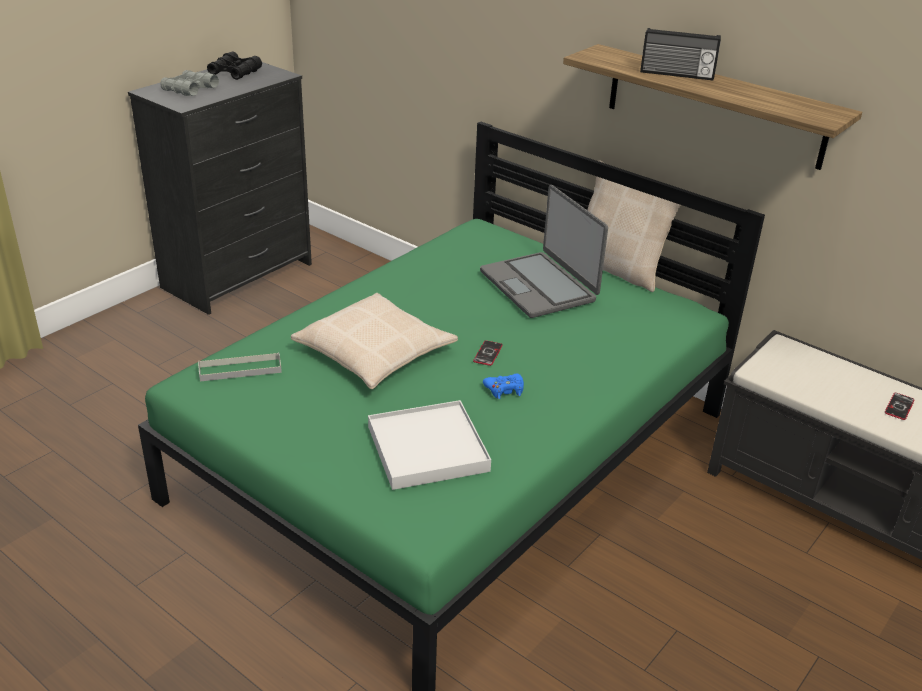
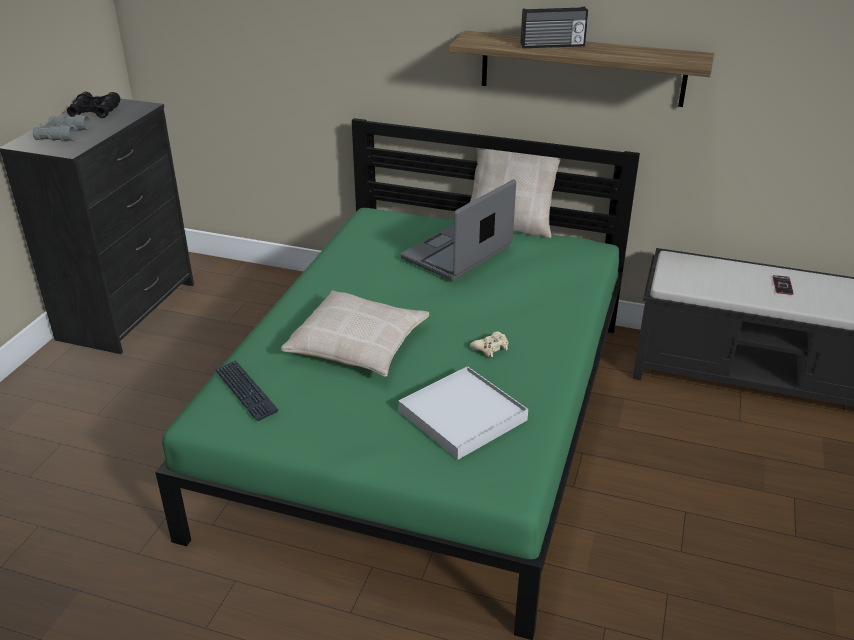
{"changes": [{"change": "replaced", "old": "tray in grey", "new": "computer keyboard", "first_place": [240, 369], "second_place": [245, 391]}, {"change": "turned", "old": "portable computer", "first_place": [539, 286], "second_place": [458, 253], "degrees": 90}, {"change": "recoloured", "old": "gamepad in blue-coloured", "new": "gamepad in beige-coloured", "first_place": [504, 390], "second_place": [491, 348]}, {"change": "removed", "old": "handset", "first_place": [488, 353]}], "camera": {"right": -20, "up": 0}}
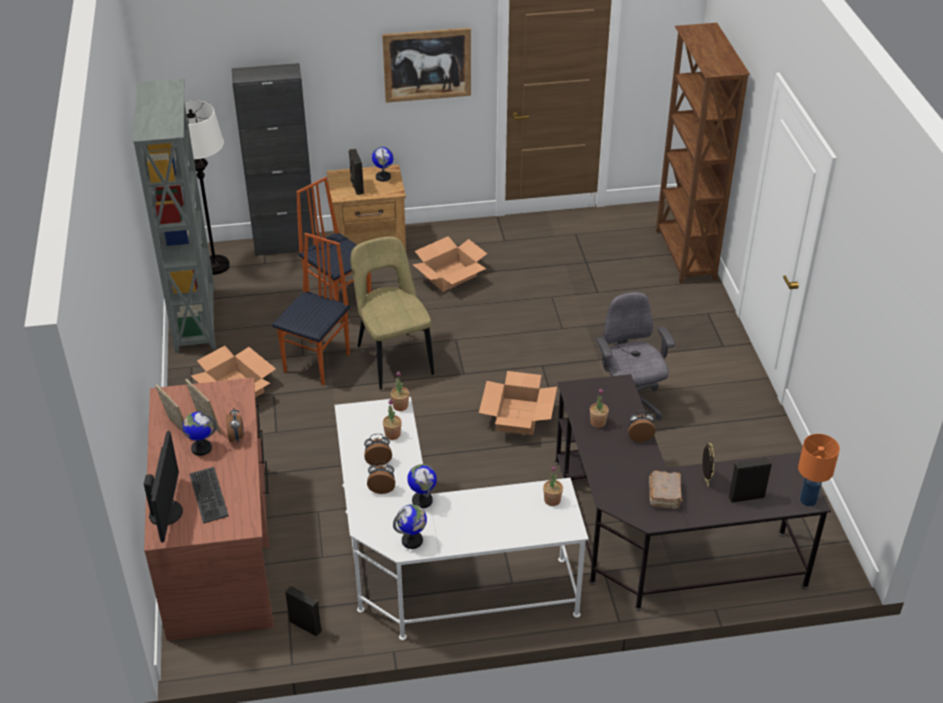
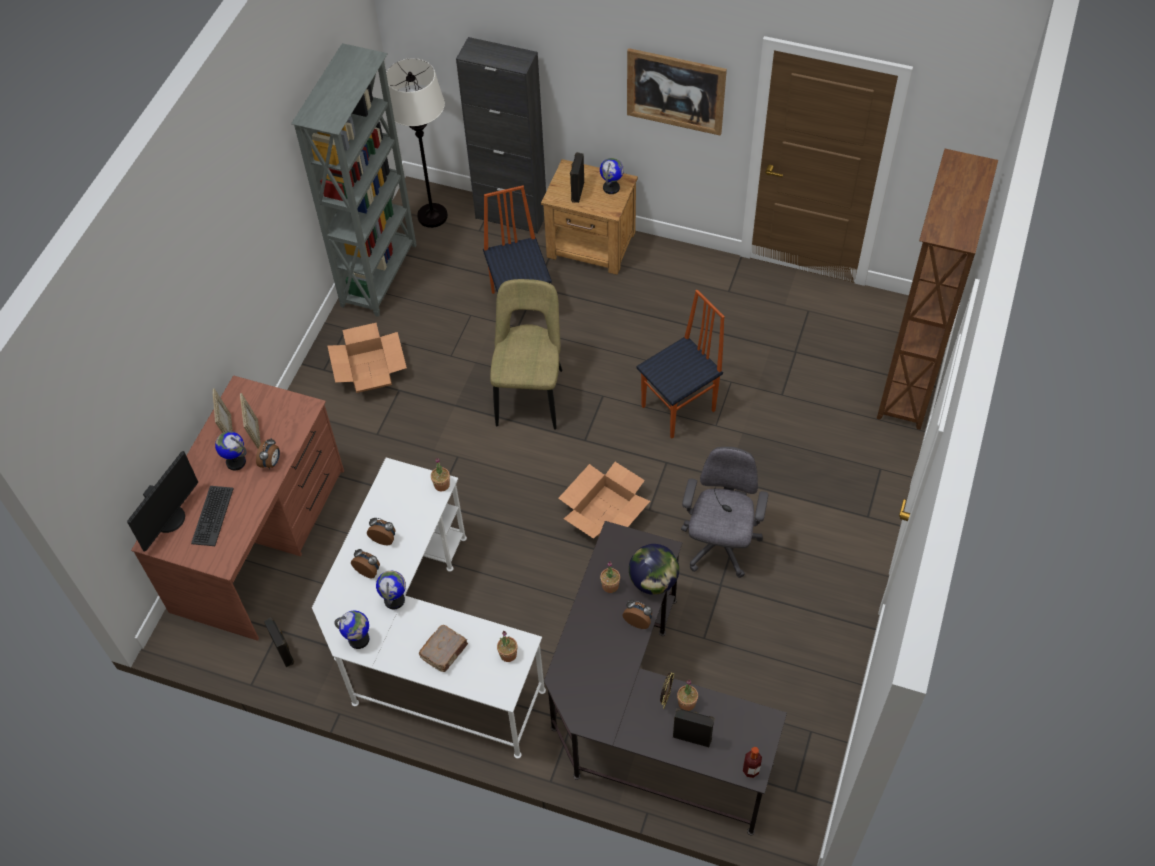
{"changes": [{"change": "moved", "old": "book in brown", "first_place": [665, 494], "second_place": [444, 651]}, {"change": "added", "new": "desk globe", "second_place": [653, 581]}, {"change": "moved", "old": "upright chair", "first_place": [318, 363], "second_place": [679, 409]}, {"change": "moved", "old": "plant in a pot", "first_place": [392, 434], "second_place": [686, 703]}, {"change": "replaced", "old": "table lamp in orange-coloured", "new": "beverage bottle", "first_place": [808, 499], "second_place": [750, 770]}, {"change": "removed", "old": "packing box", "first_place": [450, 276]}], "camera": {"right": 30, "up": 15}}
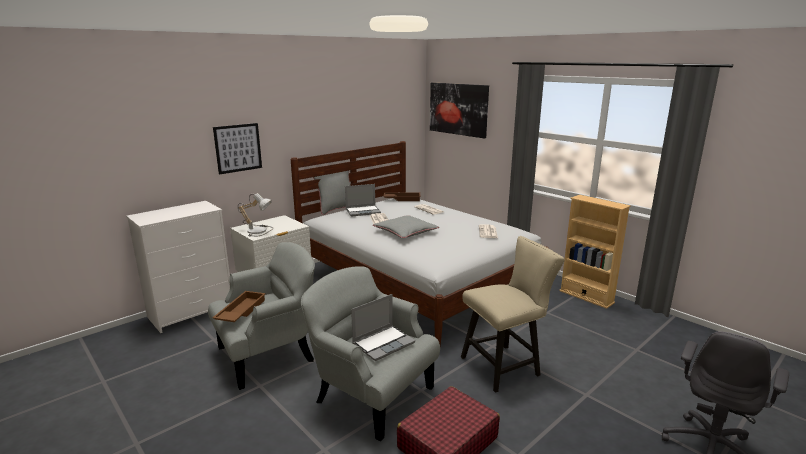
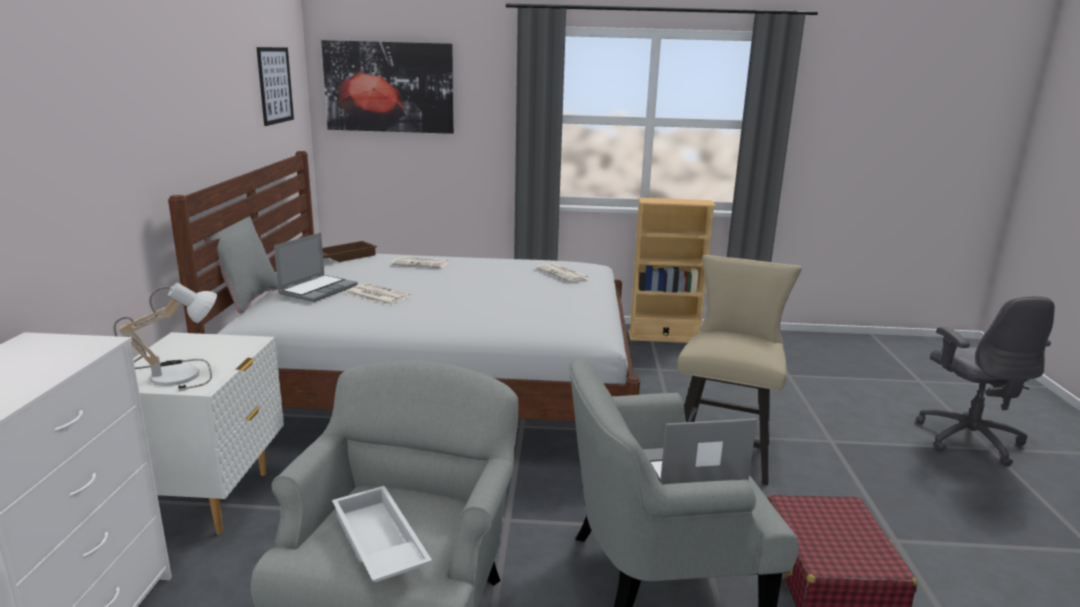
{"changes": [{"change": "moved", "old": "picture", "first_place": [238, 148], "second_place": [275, 85]}, {"change": "recoloured", "old": "tray in brown", "new": "tray in whitish", "first_place": [240, 311], "second_place": [377, 544]}, {"change": "turned", "old": "portable computer", "first_place": [383, 343], "second_place": [691, 471], "degrees": -105}, {"change": "removed", "old": "pillow in grey", "first_place": [405, 231]}], "camera": {"right": -45, "up": 0}}
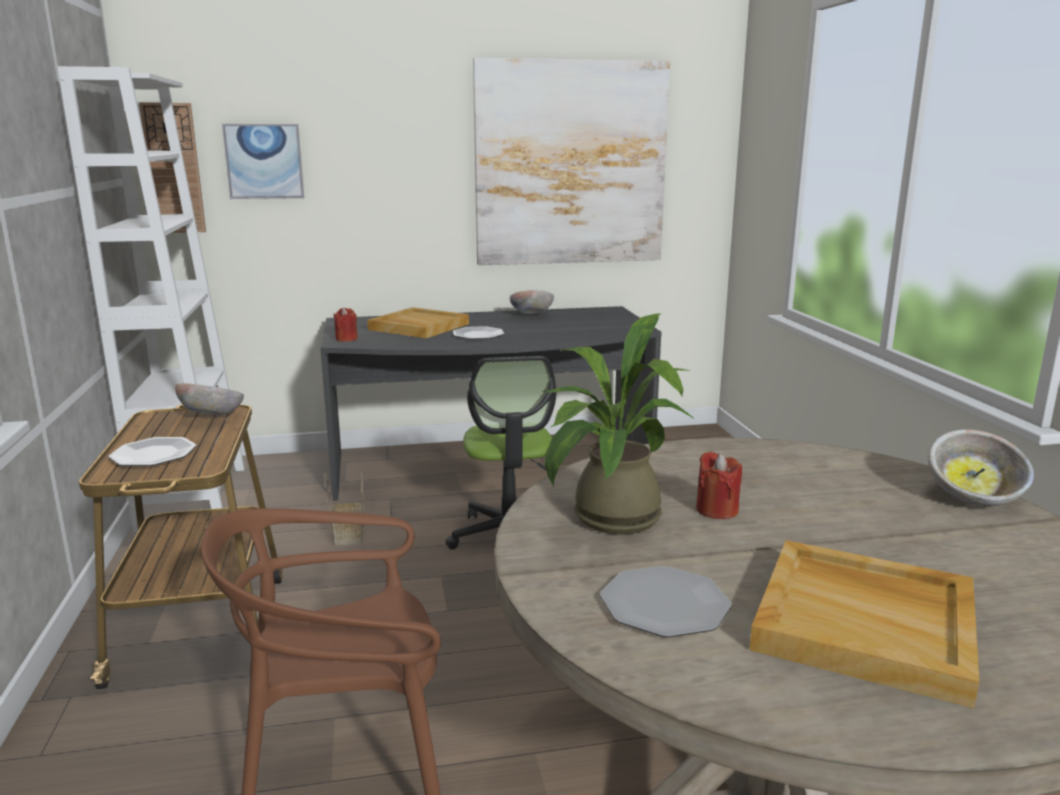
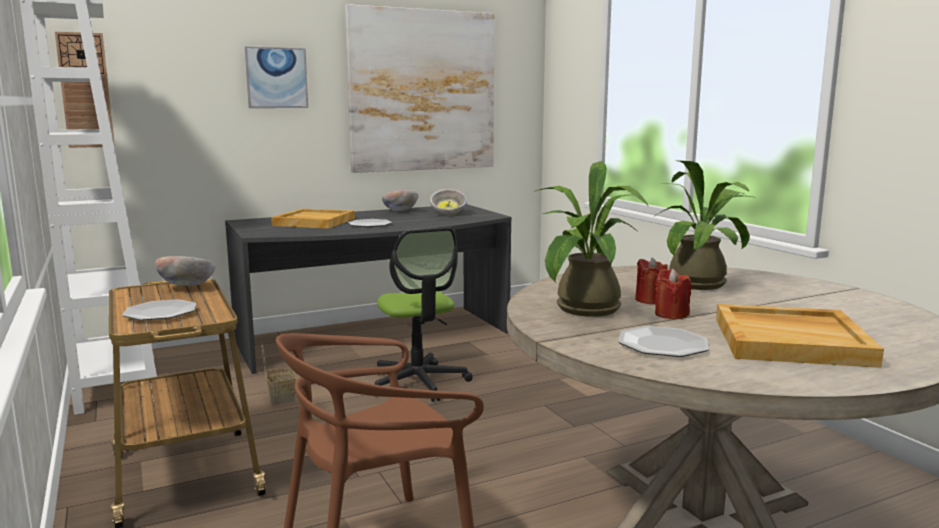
{"changes": [{"change": "moved", "old": "picture", "first_place": [264, 161], "second_place": [276, 78]}, {"change": "moved", "old": "serving bowl", "first_place": [974, 498], "second_place": [448, 214]}, {"change": "added", "new": "plant in a pot", "second_place": [703, 283]}, {"change": "moved", "old": "wax candle in reddish", "first_place": [346, 339], "second_place": [671, 314]}], "camera": {"right": -15, "up": -5}}
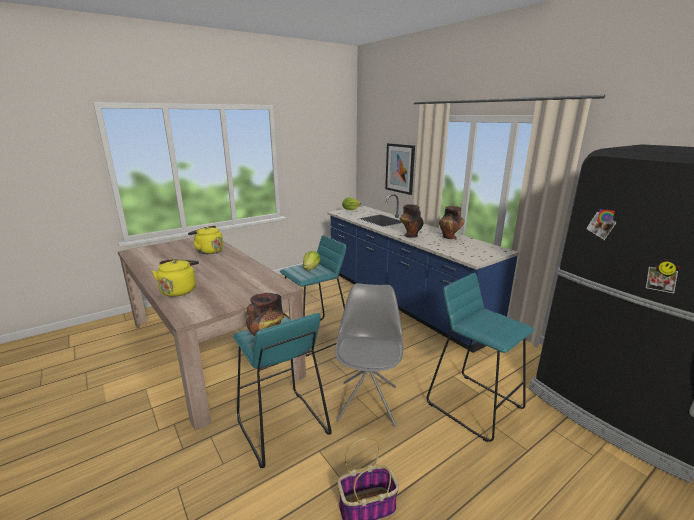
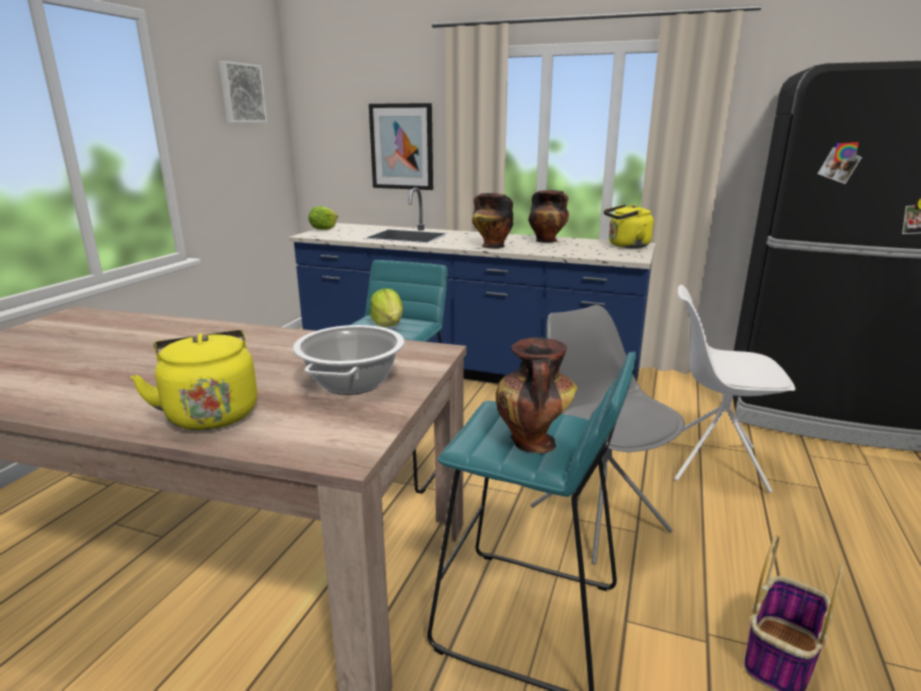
{"changes": [{"change": "added", "new": "picture", "second_place": [241, 93]}, {"change": "added", "new": "stockpot", "second_place": [352, 382]}, {"change": "moved", "old": "tea kettle in yellowish", "first_place": [208, 251], "second_place": [626, 246]}, {"change": "replaced", "old": "sitting stool in blue-green", "new": "upright chair in whitish", "first_place": [474, 405], "second_place": [712, 463]}], "camera": {"right": -35, "up": 0}}
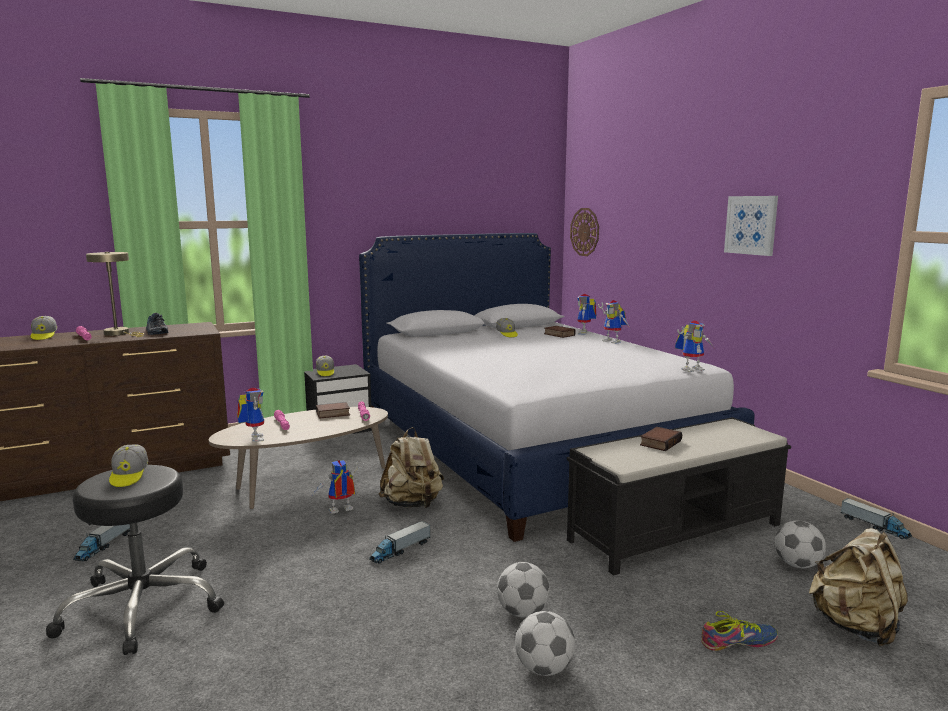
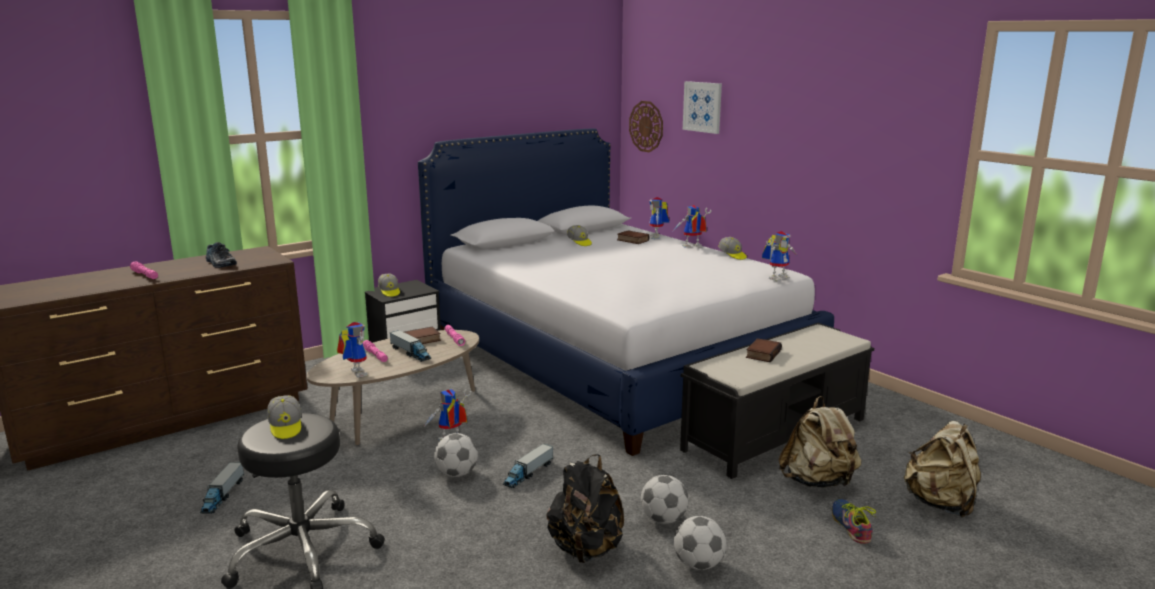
{"changes": [{"change": "moved", "old": "model truck", "first_place": [874, 526], "second_place": [410, 353]}, {"change": "moved", "old": "football ball", "first_place": [797, 565], "second_place": [457, 474]}, {"change": "added", "new": "rucksack in blackish", "second_place": [586, 549]}, {"change": "turned", "old": "robot figure", "first_place": [614, 341], "second_place": [691, 247], "degrees": 120}, {"change": "moved", "old": "picture", "first_place": [751, 225], "second_place": [702, 107]}, {"change": "moved", "old": "cap", "first_place": [44, 336], "second_place": [732, 255]}, {"change": "moved", "old": "rucksack in beige-coloured", "first_place": [412, 504], "second_place": [818, 482]}, {"change": "turned", "old": "item of footwear", "first_place": [738, 642], "second_place": [850, 525], "degrees": -75}, {"change": "removed", "old": "table lamp in beige-coloured", "first_place": [120, 333]}], "camera": {"right": -10, "up": 5}}
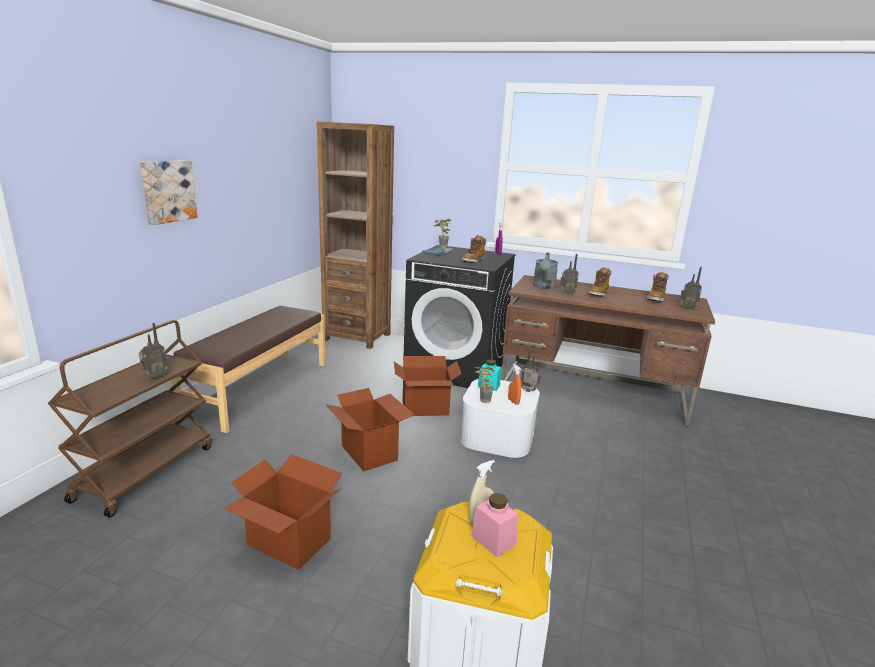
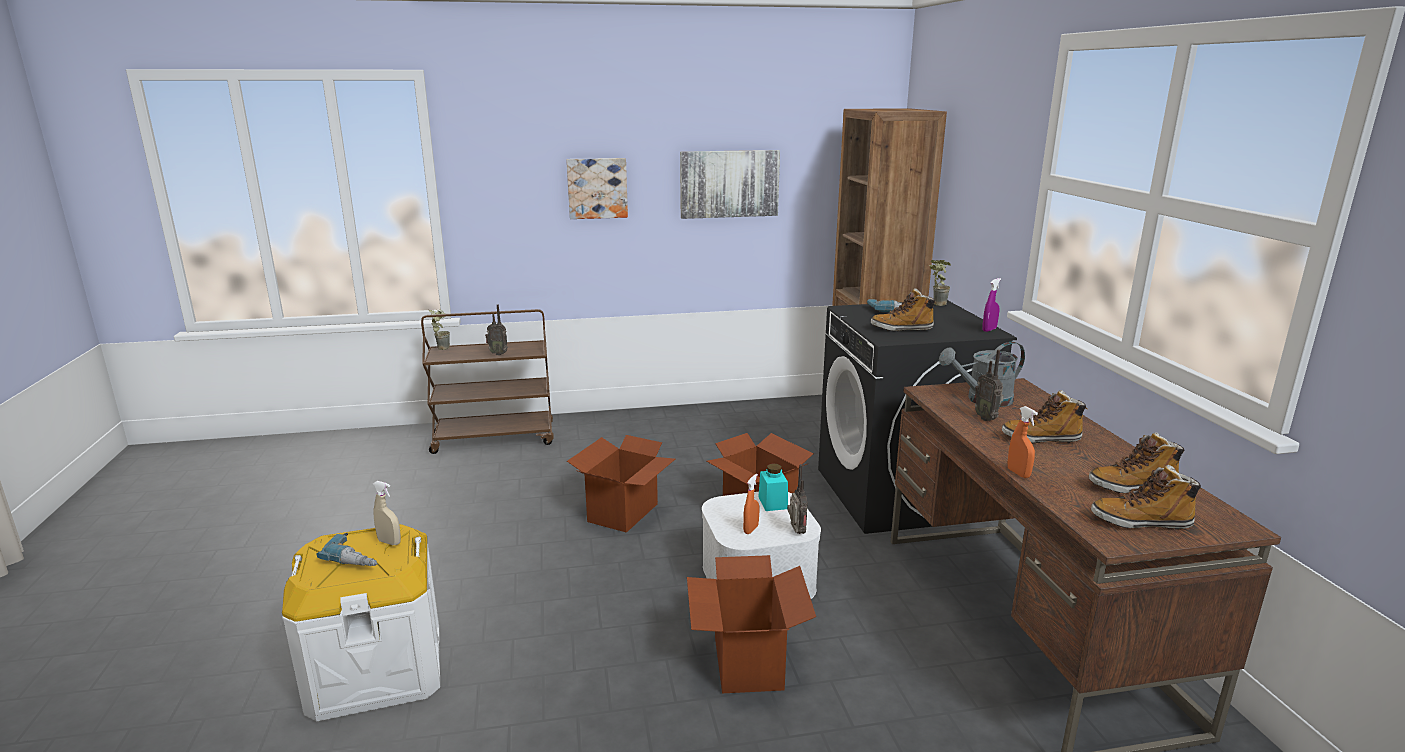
{"changes": [{"change": "replaced", "old": "jar in pink-coloured", "new": "electric drill", "first_place": [494, 540], "second_place": [357, 557]}, {"change": "moved", "old": "plant in a pot", "first_place": [482, 401], "second_place": [442, 347]}, {"change": "added", "new": "picture", "second_place": [729, 183]}, {"change": "moved", "old": "packing box", "first_place": [288, 542], "second_place": [746, 663]}, {"change": "added", "new": "hand sprayer in orange-coloured", "second_place": [1018, 473]}, {"change": "replaced", "old": "radio receiver", "new": "boot", "first_place": [687, 308], "second_place": [1141, 522]}, {"change": "removed", "old": "bench in brown", "first_place": [258, 389]}], "camera": {"right": 60, "up": 0}}
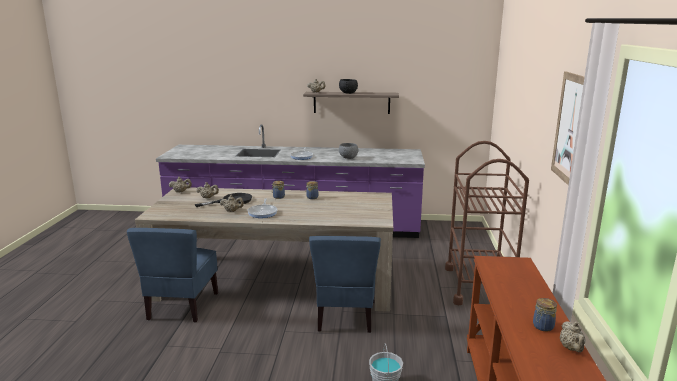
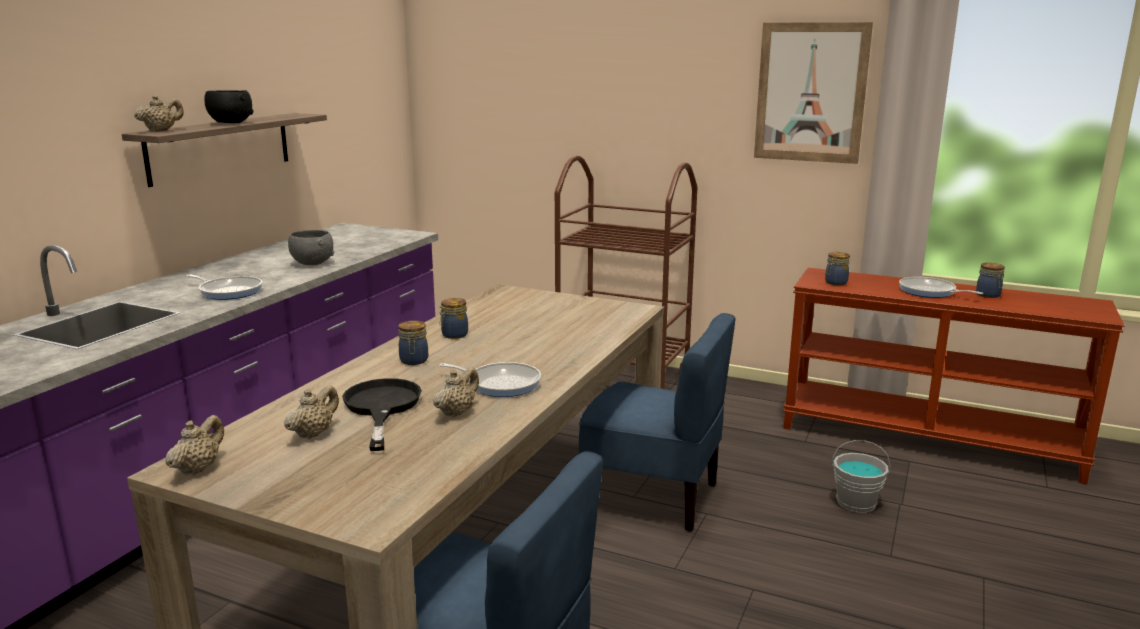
{"changes": [{"change": "added", "new": "jar", "second_place": [835, 283]}, {"change": "added", "new": "skillet", "second_place": [930, 292]}, {"change": "removed", "old": "tea pot in beige-coloured", "first_place": [571, 349]}], "camera": {"right": -70, "up": 0}}
